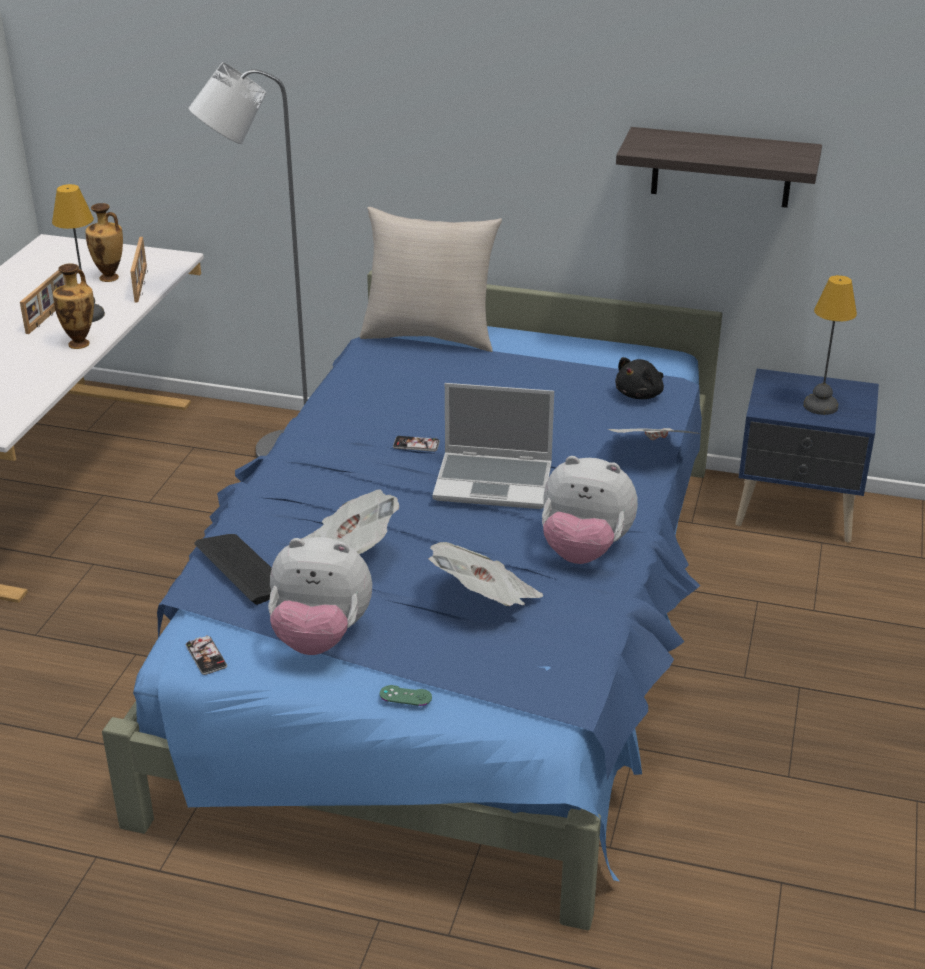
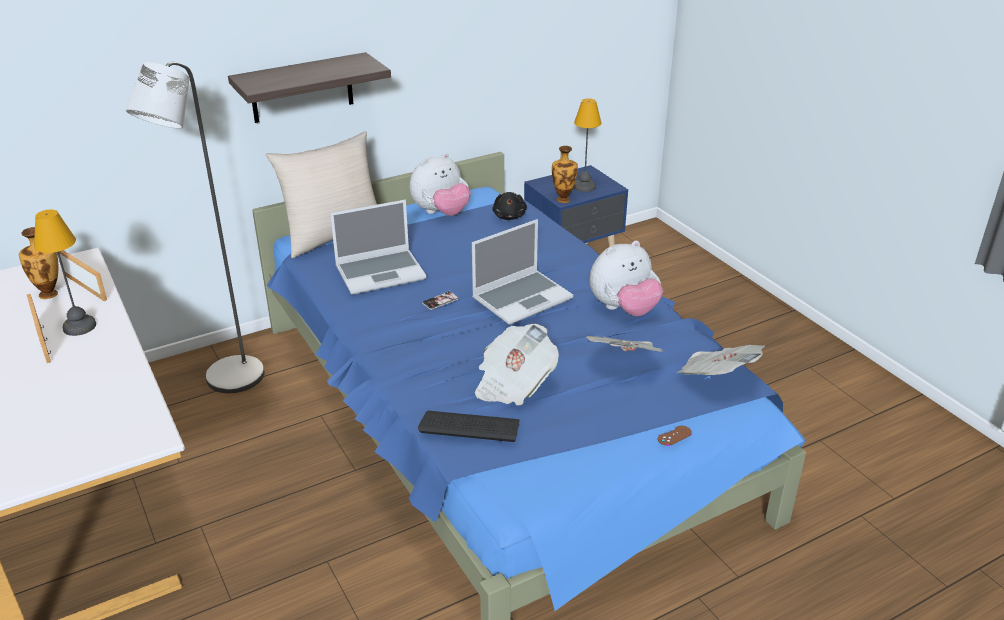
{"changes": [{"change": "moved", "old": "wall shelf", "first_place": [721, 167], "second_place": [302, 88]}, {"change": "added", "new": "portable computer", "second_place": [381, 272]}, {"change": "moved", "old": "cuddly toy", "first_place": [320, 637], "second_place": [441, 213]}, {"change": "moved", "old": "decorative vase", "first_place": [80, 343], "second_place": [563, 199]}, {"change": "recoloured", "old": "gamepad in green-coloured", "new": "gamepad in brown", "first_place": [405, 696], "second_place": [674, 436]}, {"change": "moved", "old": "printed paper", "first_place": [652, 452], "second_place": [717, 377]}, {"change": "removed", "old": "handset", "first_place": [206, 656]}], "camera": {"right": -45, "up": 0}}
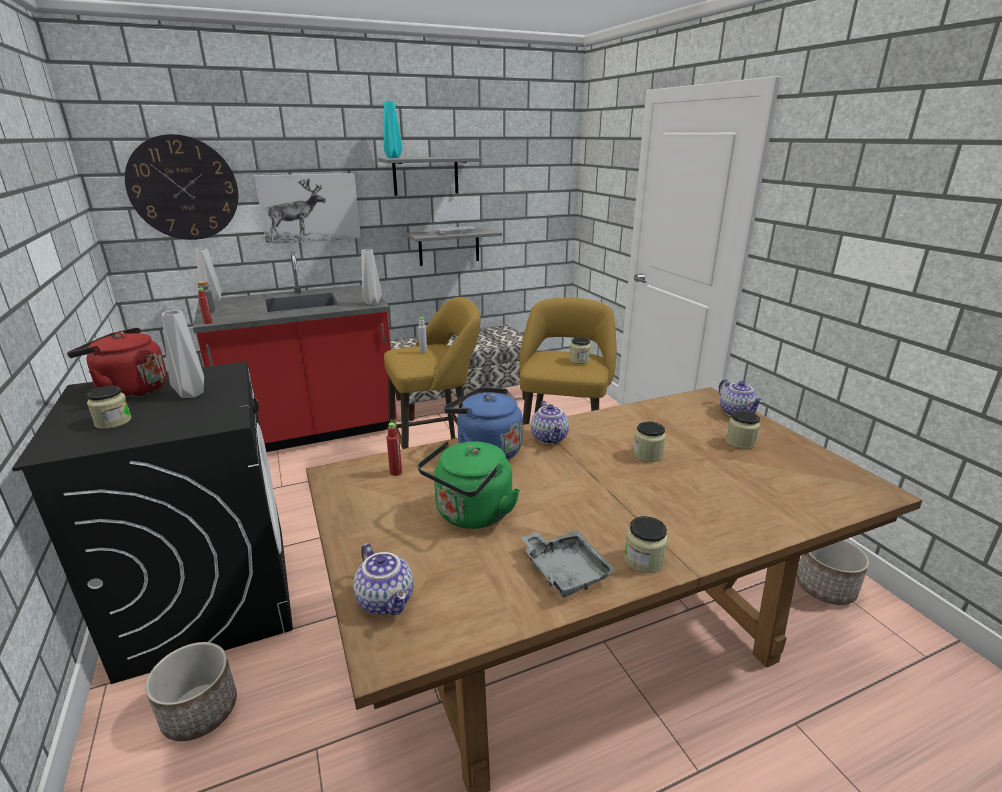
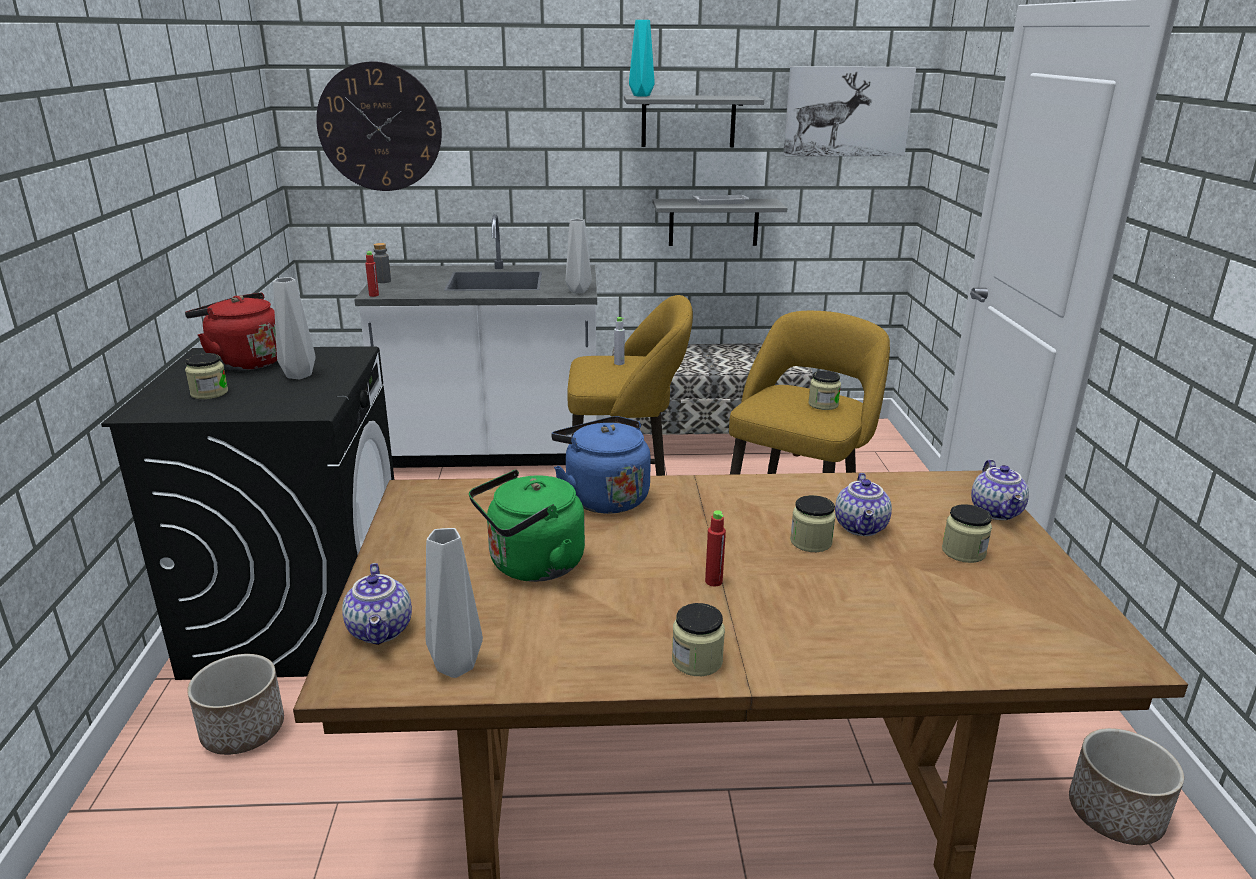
{"changes": [{"change": "recoloured", "old": "kitchen base unit in reddish", "new": "kitchen base unit in whitish", "first_place": [312, 431], "second_place": [493, 451]}, {"change": "moved", "old": "decorative vase in grey", "first_place": [213, 301], "second_place": [455, 664]}, {"change": "moved", "old": "beverage bottle in reddish", "first_place": [396, 472], "second_place": [713, 581]}, {"change": "moved", "old": "picture", "first_place": [309, 208], "second_place": [847, 111]}, {"change": "moved", "old": "tea pot", "first_place": [550, 438], "second_place": [862, 527]}, {"change": "removed", "old": "tray in grey", "first_place": [565, 570]}], "camera": {"right": 20, "up": 0}}
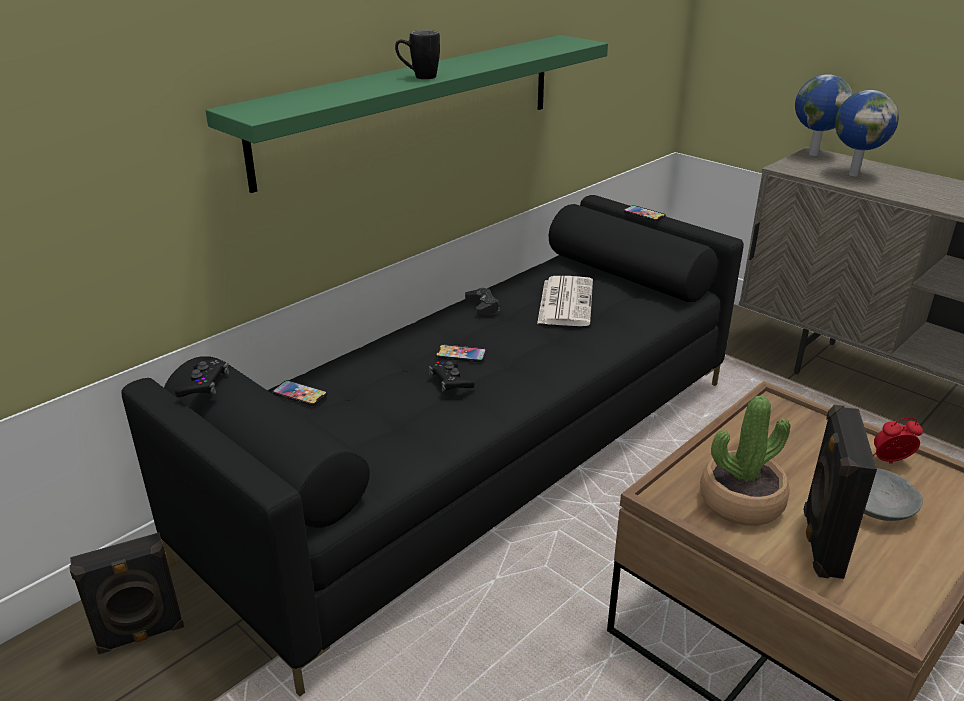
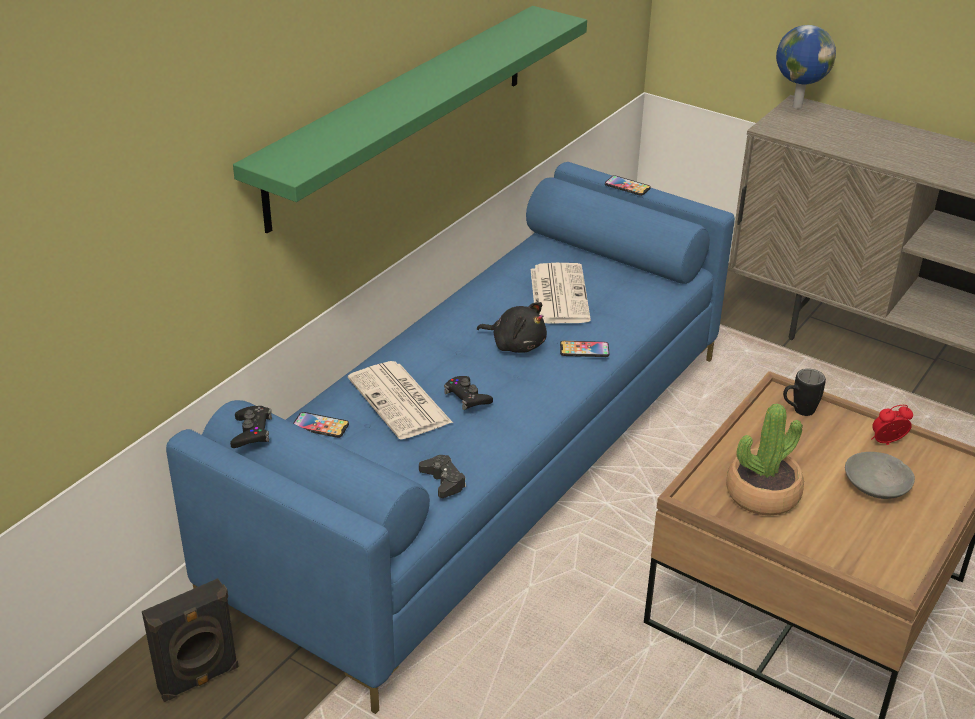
{"changes": [{"change": "recoloured", "old": "couch in blackish", "new": "couch in blue-coloured", "first_place": [482, 461], "second_place": [485, 468]}, {"change": "added", "new": "printed paper", "second_place": [401, 401]}, {"change": "moved", "old": "gamepad in blackish", "first_place": [482, 306], "second_place": [443, 481]}, {"change": "added", "new": "cuddly toy in blackish", "second_place": [516, 344]}, {"change": "moved", "old": "handset", "first_place": [461, 354], "second_place": [584, 350]}, {"change": "moved", "old": "coffee mug in blackish", "first_place": [418, 77], "second_place": [798, 411]}, {"change": "removed", "old": "speaker in blackish", "first_place": [820, 543]}, {"change": "removed", "old": "desk globe", "first_place": [853, 174]}], "camera": {"right": -10, "up": 5}}
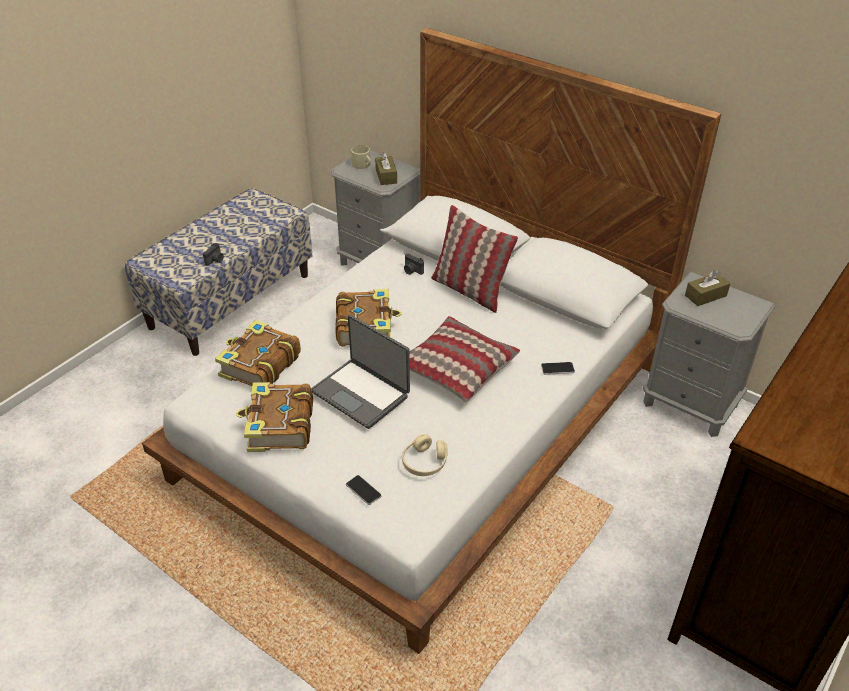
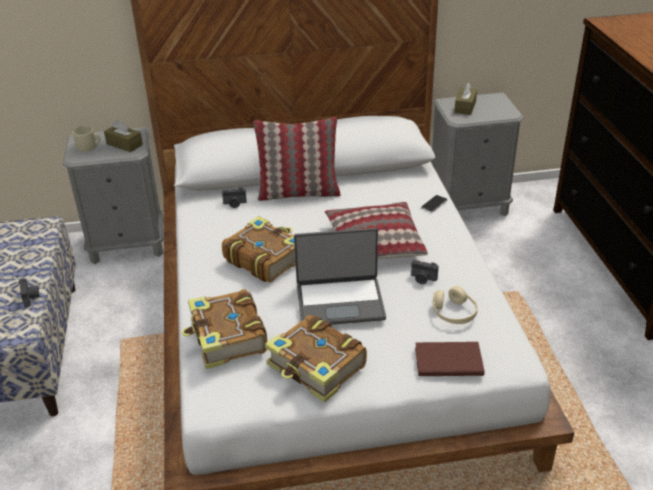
{"changes": [{"change": "added", "new": "photo camera", "second_place": [423, 279]}, {"change": "replaced", "old": "handset", "new": "book in brown", "first_place": [363, 490], "second_place": [447, 360]}], "camera": {"right": -45, "up": -5}}
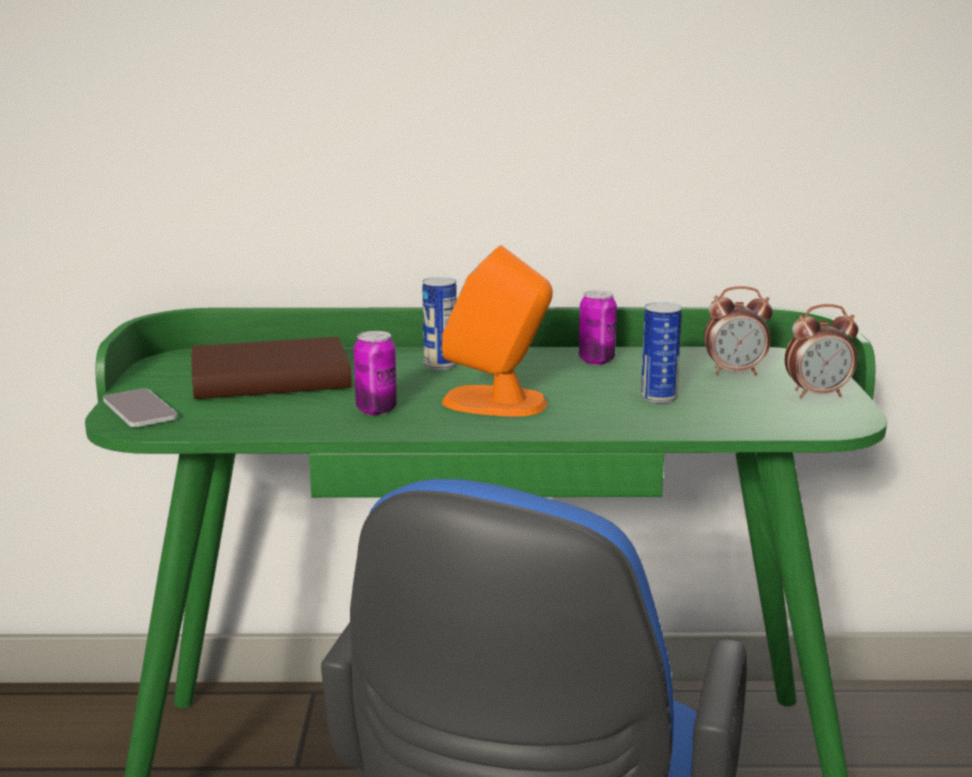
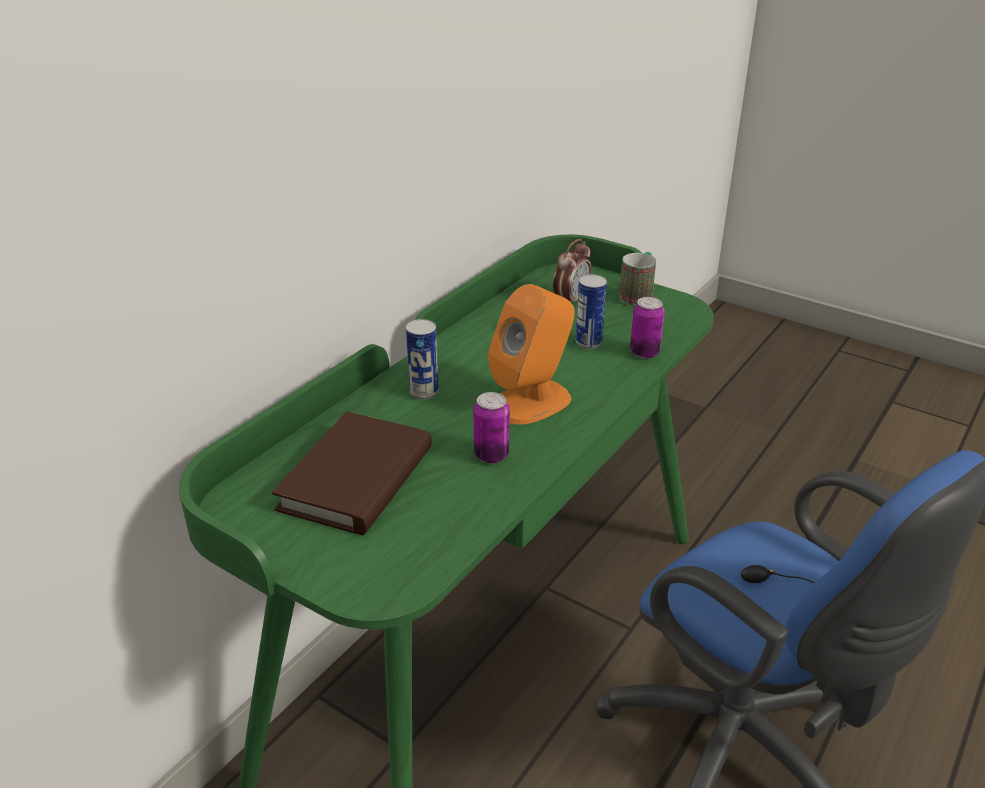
{"changes": [{"change": "replaced", "old": "alarm clock", "new": "coffee mug", "first_place": [817, 395], "second_place": [638, 295]}, {"change": "moved", "old": "metal can", "first_place": [596, 360], "second_place": [644, 352]}, {"change": "removed", "old": "handset", "first_place": [139, 410]}], "camera": {"right": -55, "up": 15}}
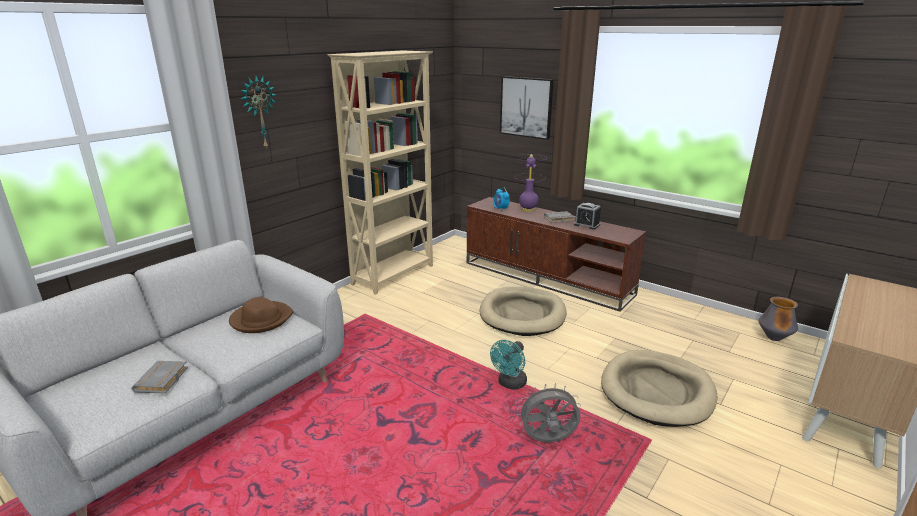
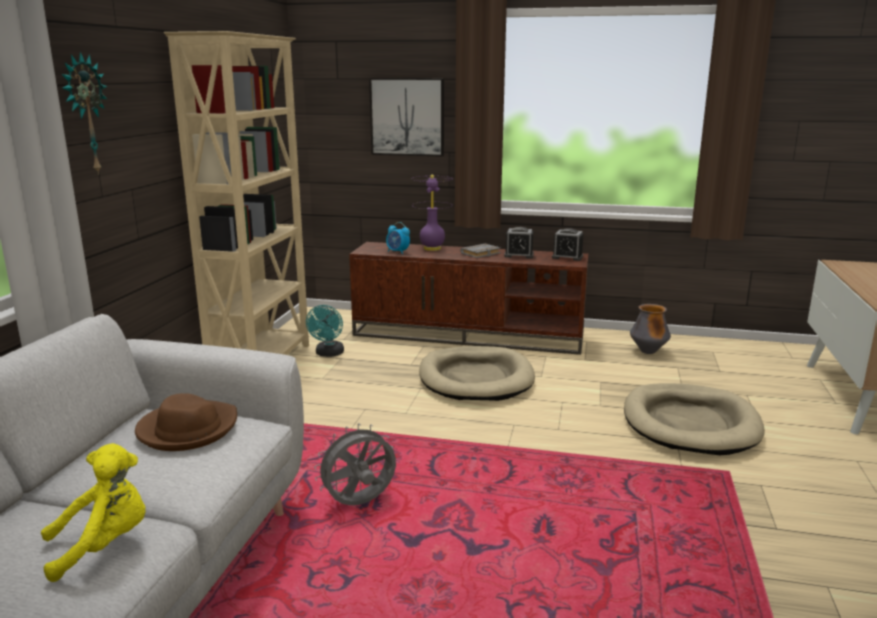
{"changes": [{"change": "replaced", "old": "book in grey", "new": "cuddly toy in yellowish", "first_place": [162, 380], "second_place": [104, 545]}, {"change": "moved", "old": "fan in blue-green", "first_place": [510, 384], "second_place": [328, 354]}, {"change": "moved", "old": "fan in grey", "first_place": [548, 441], "second_place": [360, 504]}, {"change": "added", "new": "alarm clock", "second_place": [567, 257]}, {"change": "moved", "old": "decorative vase", "first_place": [774, 338], "second_place": [648, 351]}], "camera": {"right": -25, "up": -5}}
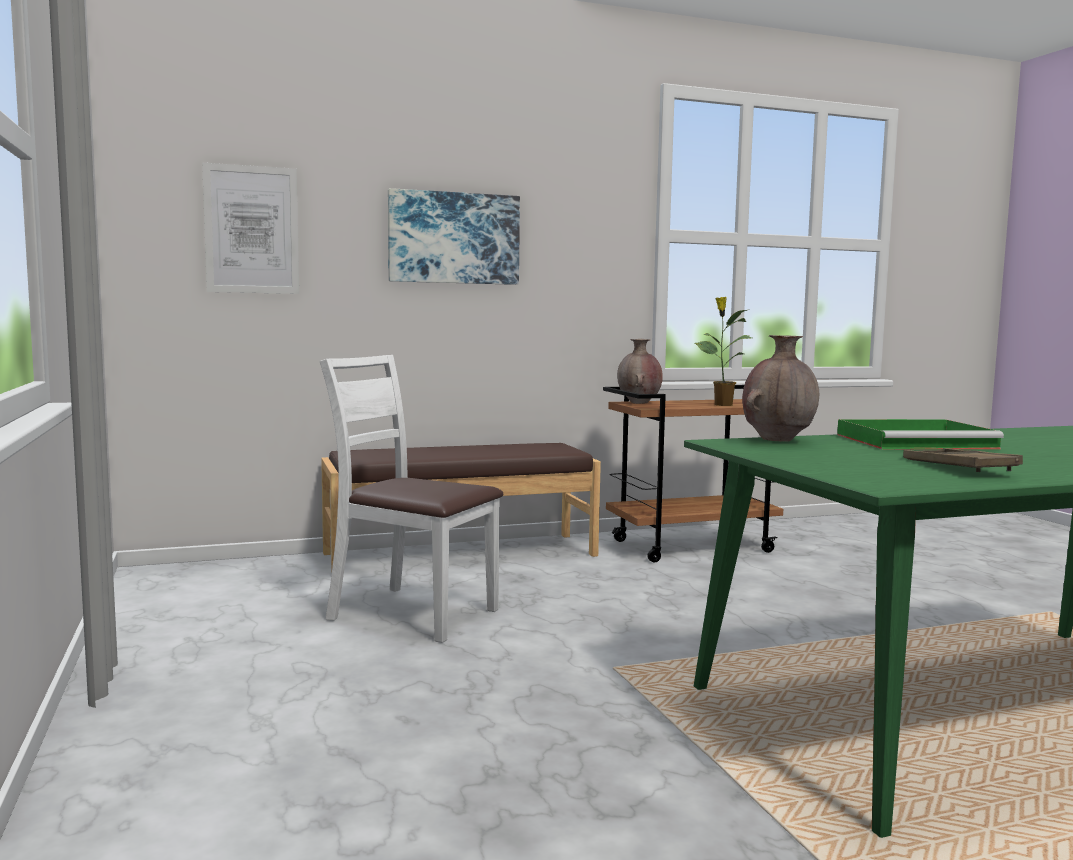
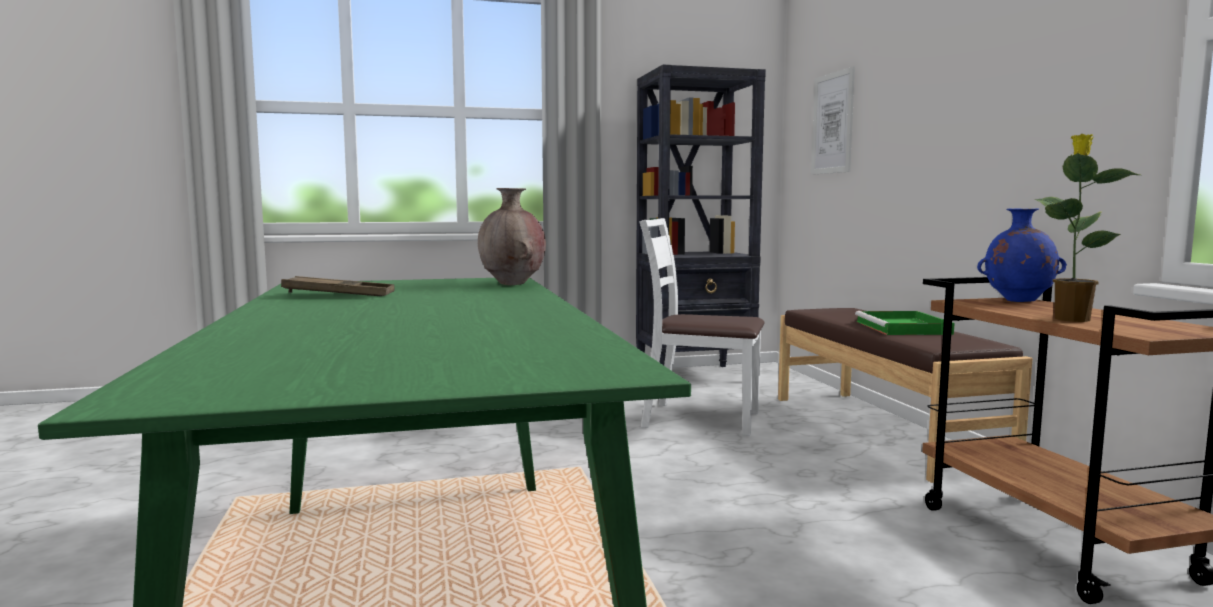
{"changes": [{"change": "added", "new": "bookcase in blackish", "second_place": [695, 376]}, {"change": "turned", "old": "upright chair in whitish", "first_place": [412, 613], "second_place": [699, 419], "degrees": -105}, {"change": "moved", "old": "tray in green-coloured", "first_place": [917, 441], "second_place": [904, 328]}, {"change": "recoloured", "old": "decorative vase in brown", "new": "decorative vase in blue-coloured", "first_place": [639, 403], "second_place": [1018, 301]}, {"change": "removed", "old": "picture", "first_place": [453, 238]}], "camera": {"right": 95, "up": 0}}
